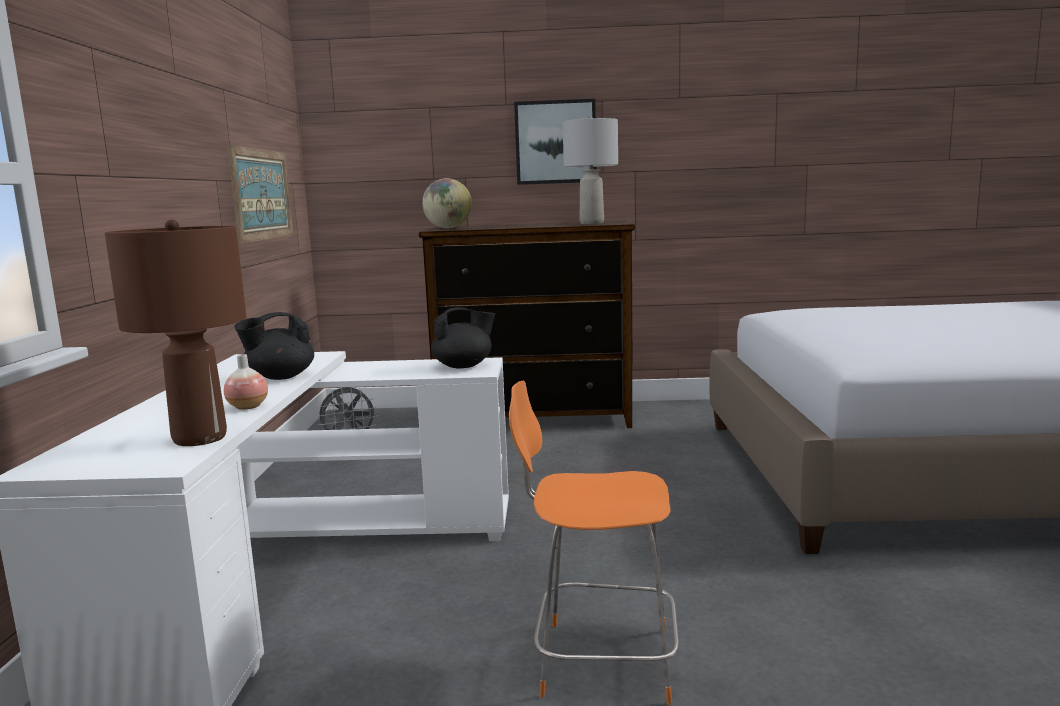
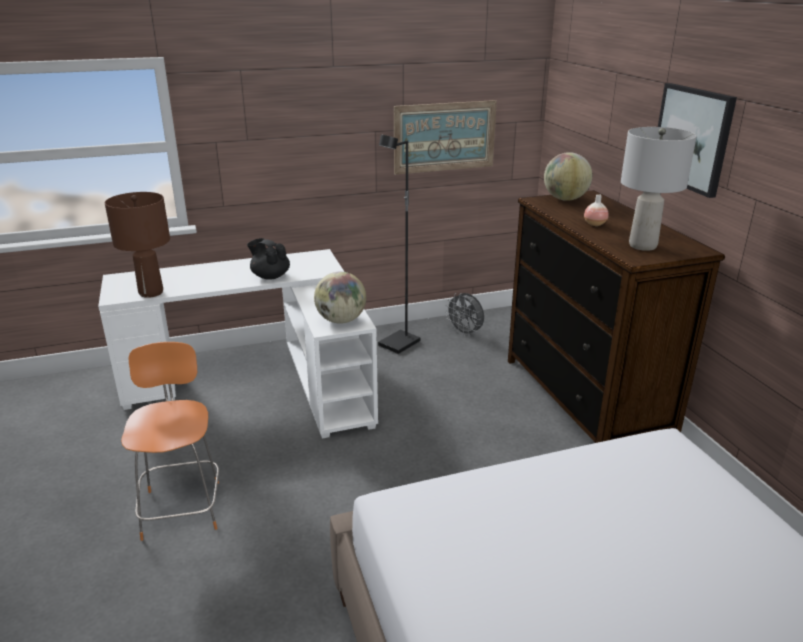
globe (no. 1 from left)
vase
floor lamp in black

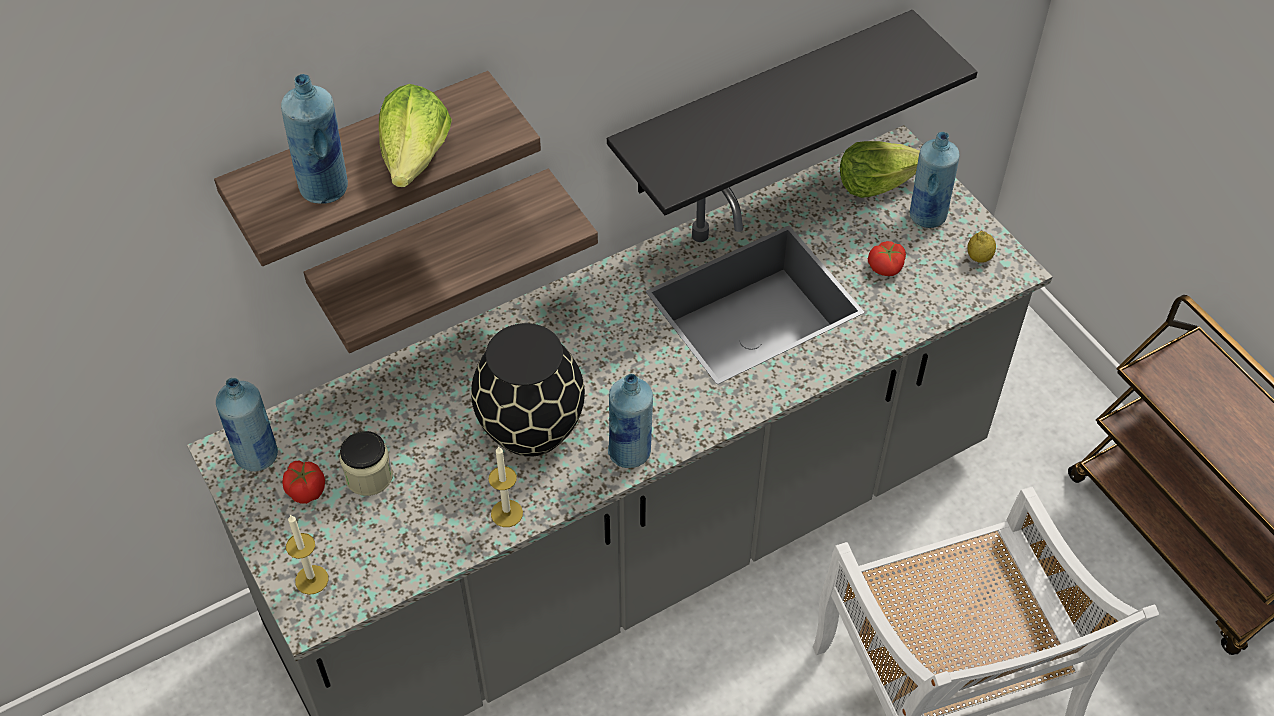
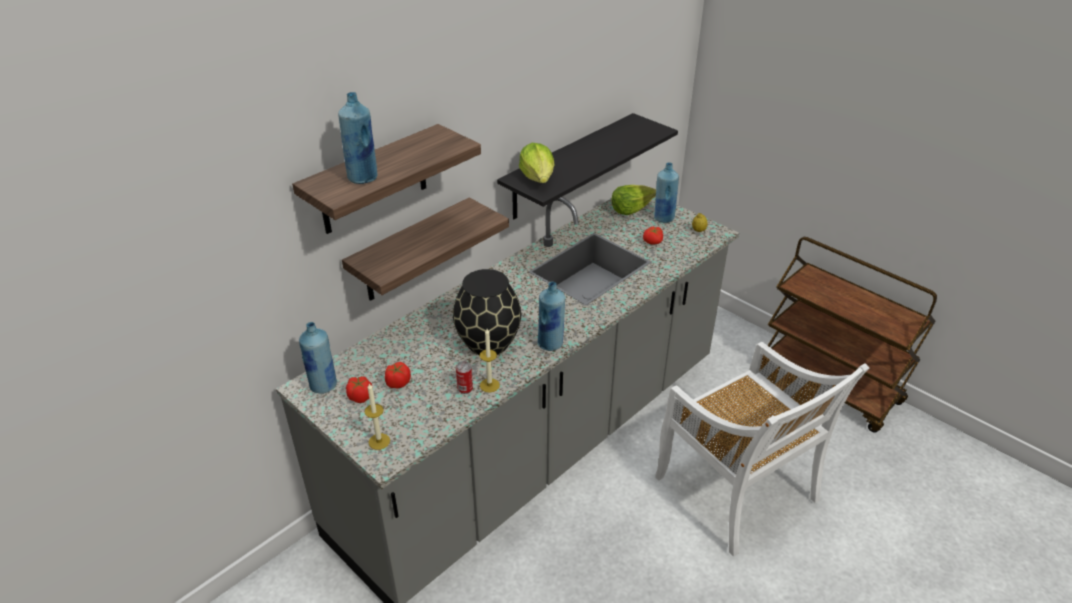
lettuce (no. 1 from left)
tomato (no. 2 from left)
can

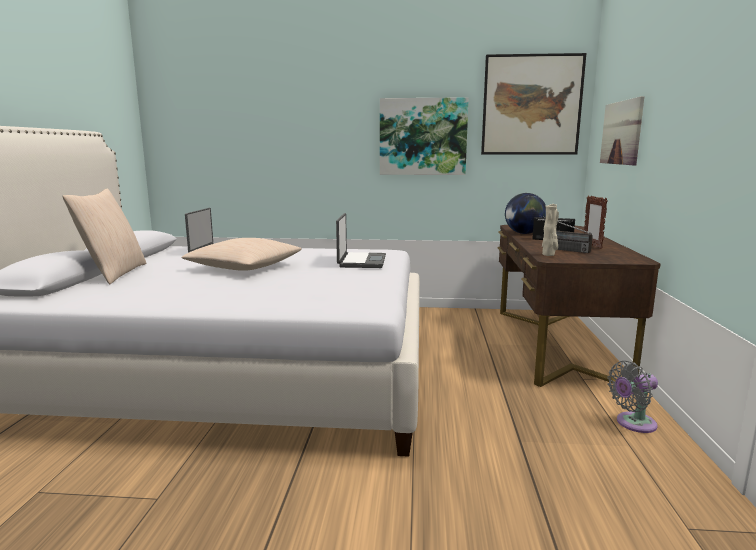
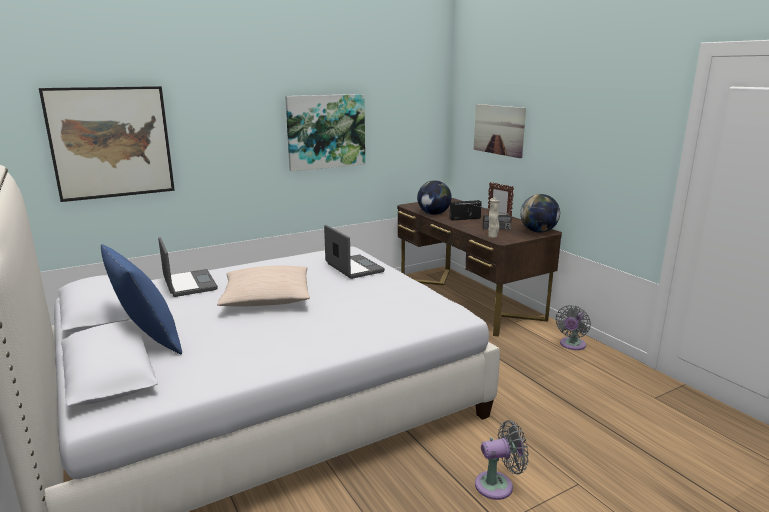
picture (no. 1 from left)
pillow in blue
globe (no. 2 from left)
fan in grey (no. 1 from left)

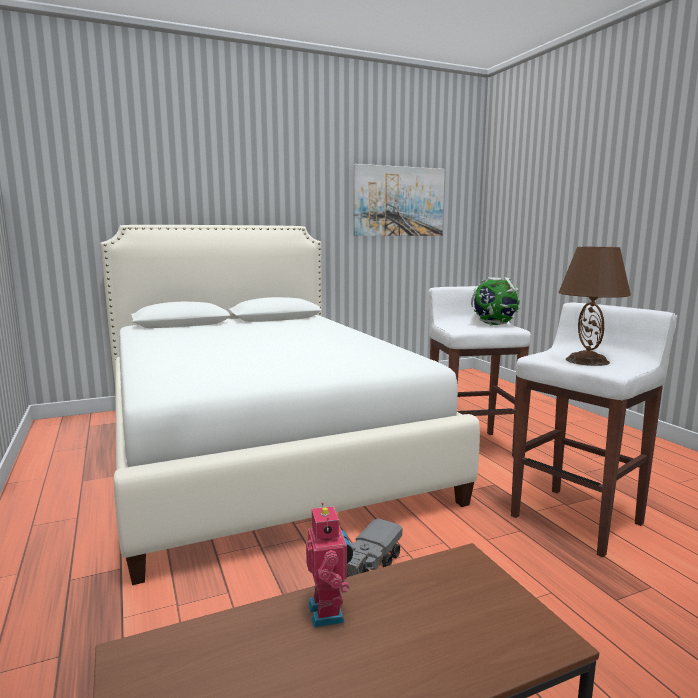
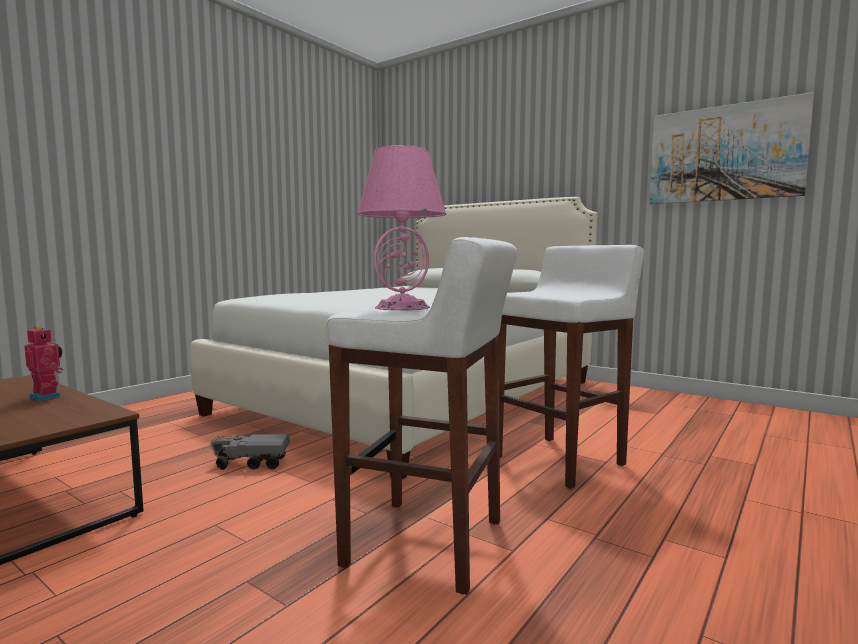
table lamp in pink
globe
toy robot

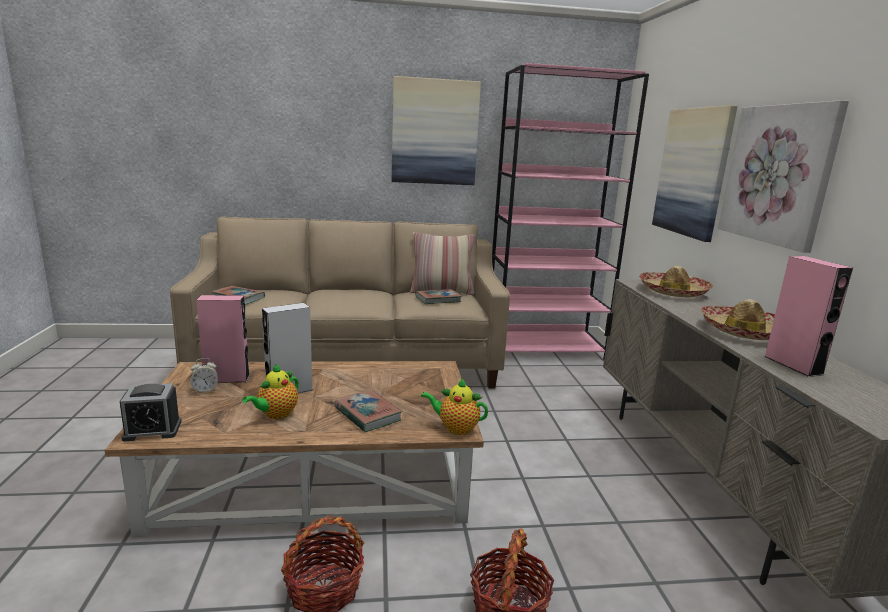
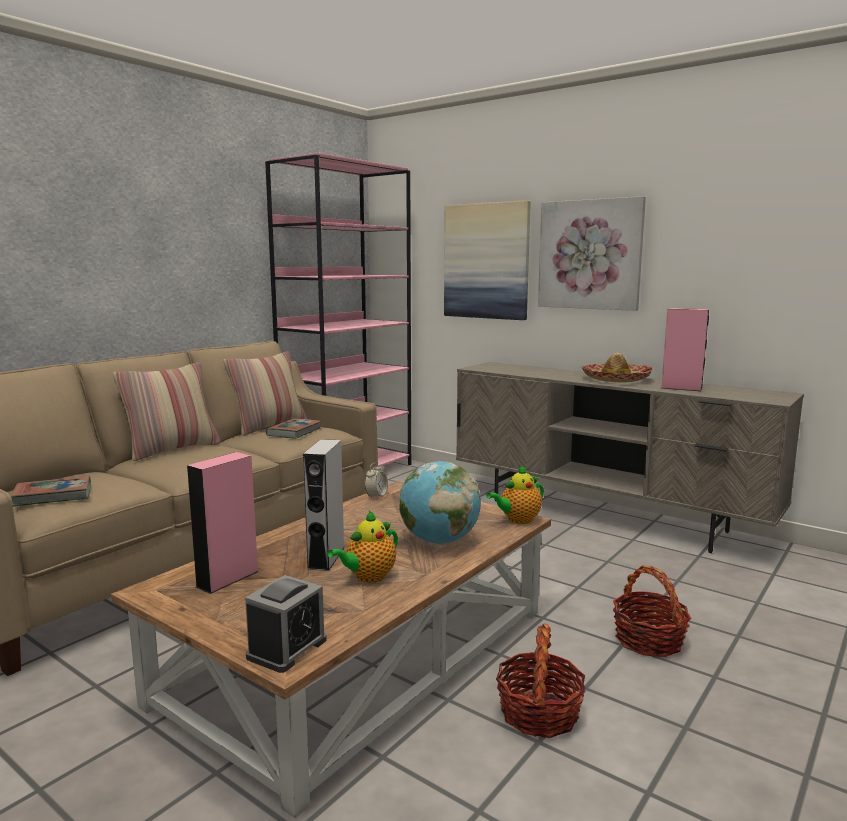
picture (no. 1 from left in the first image)
hat (no. 1 from left in the first image)
alarm clock (no. 2 from left)
teapot (no. 1 from left)
globe
pillow (no. 1 from left)

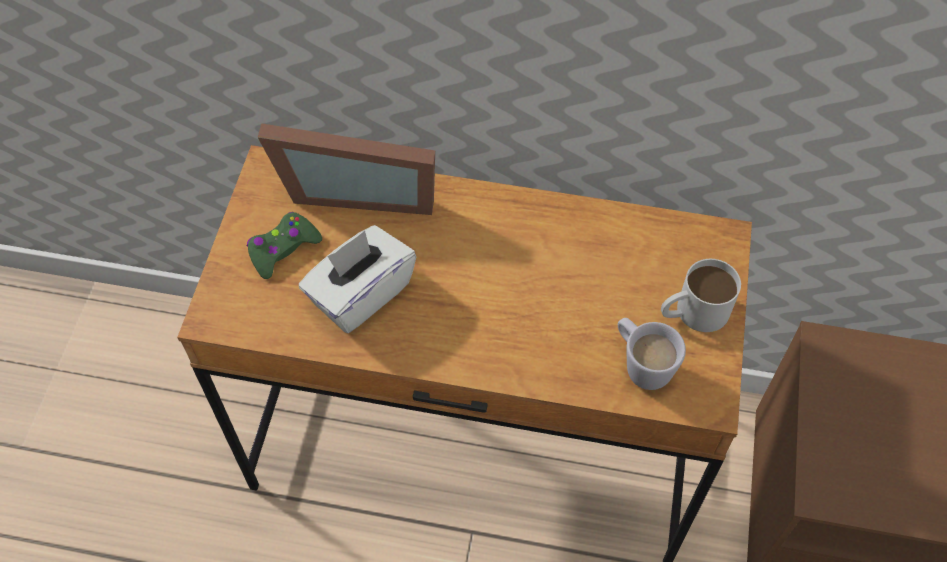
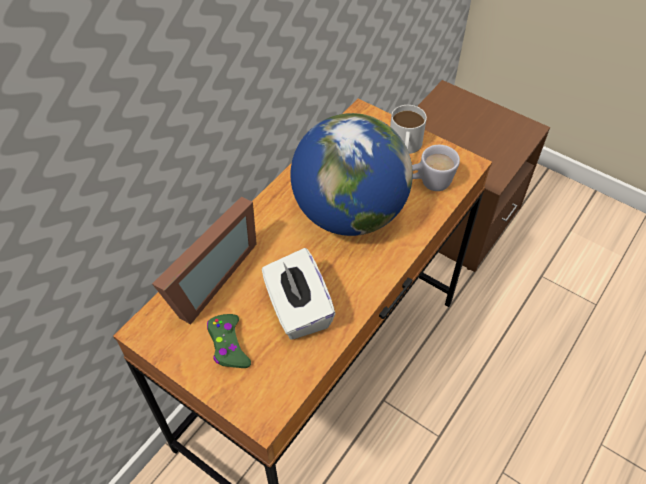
globe

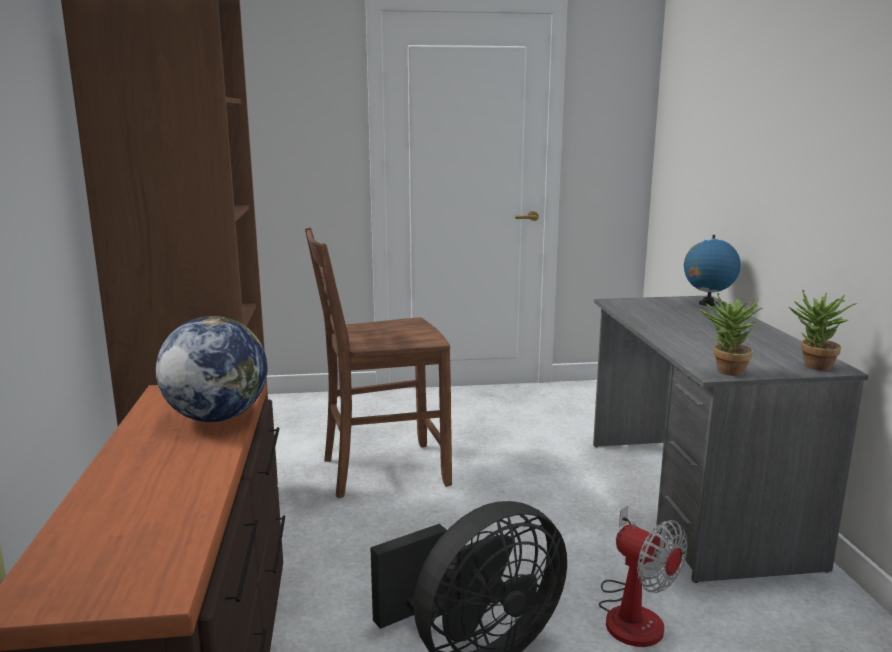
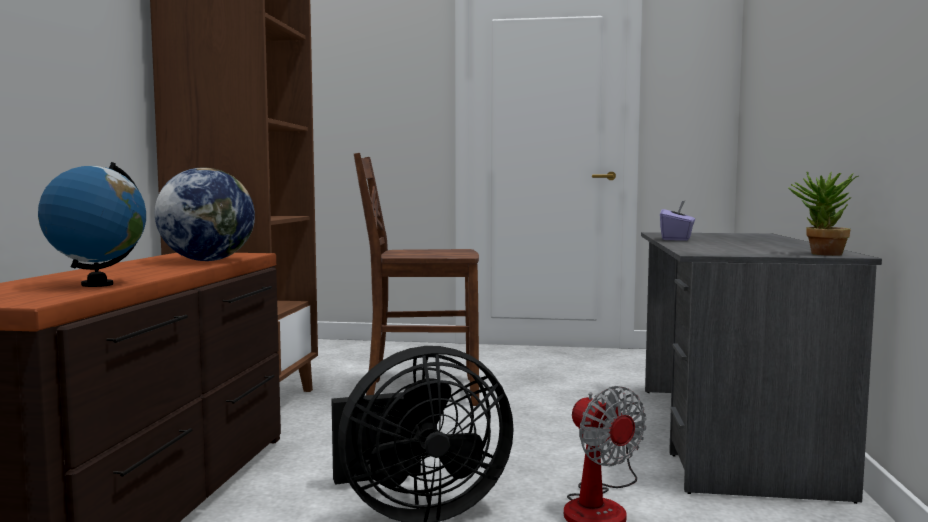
globe (no. 1 from left)
potted plant (no. 1 from left in the first image)
tissue box in purple

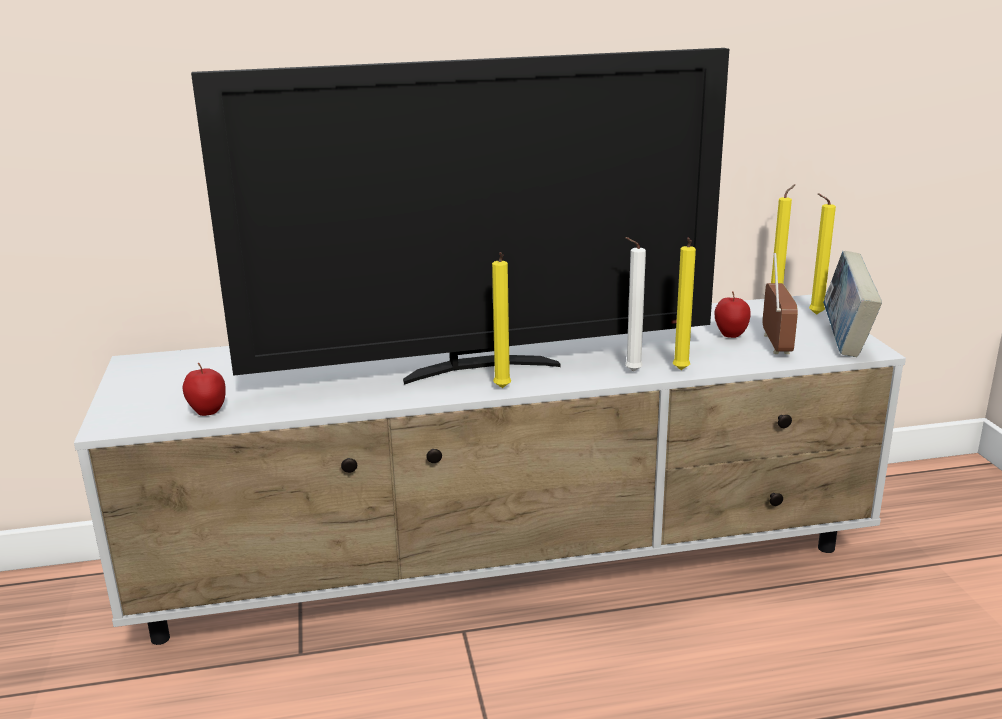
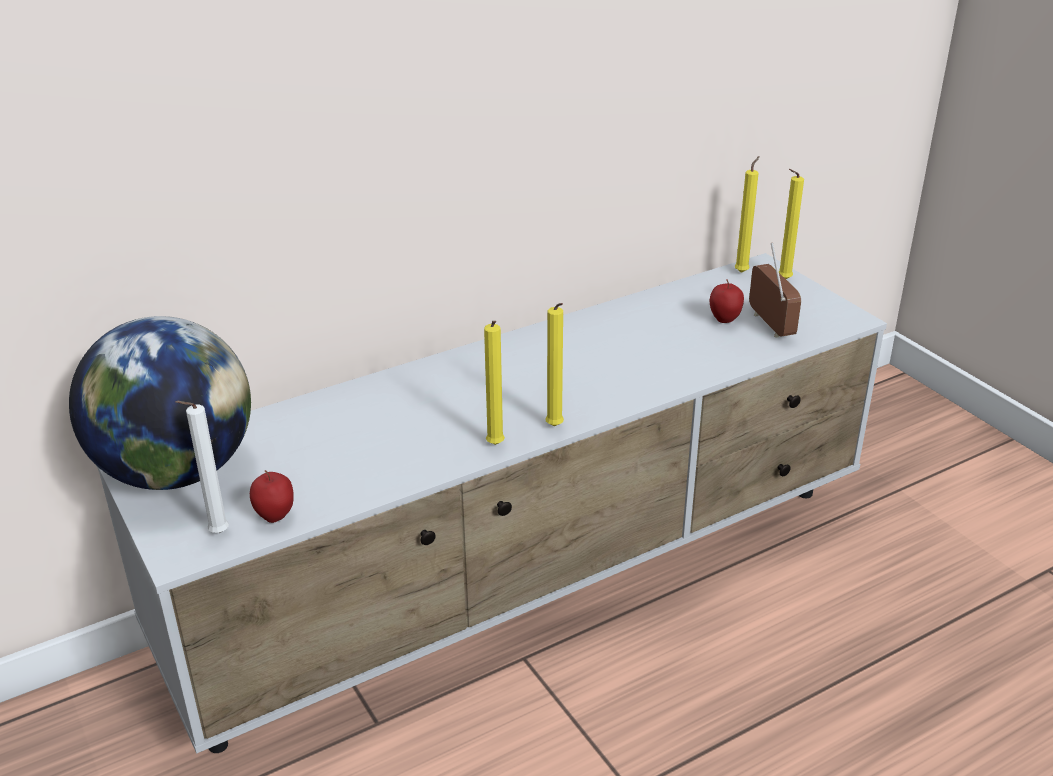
television
candle in white
candle in yellow (no. 1 from left)
book
globe

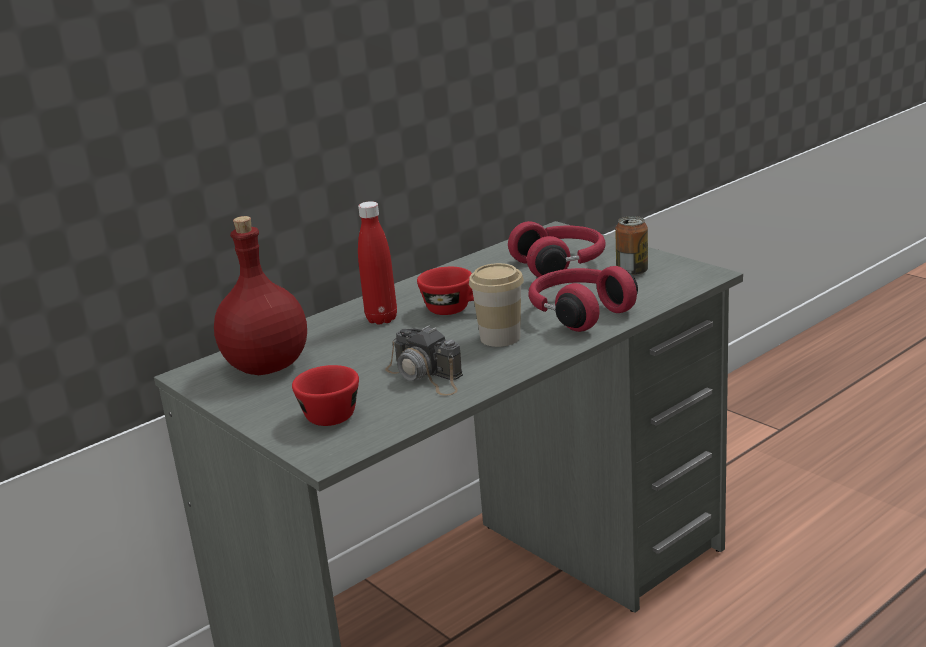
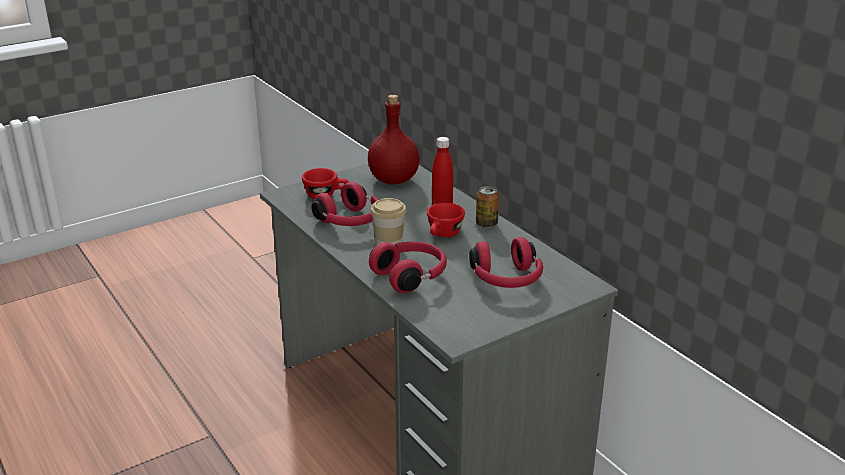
can
headphones in red (no. 1 from left)

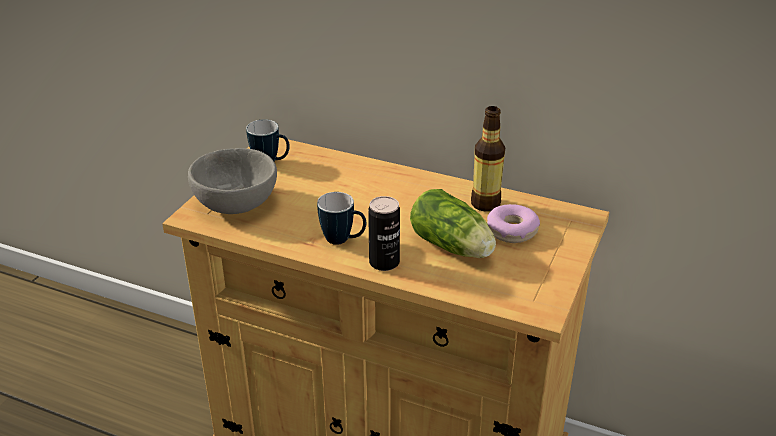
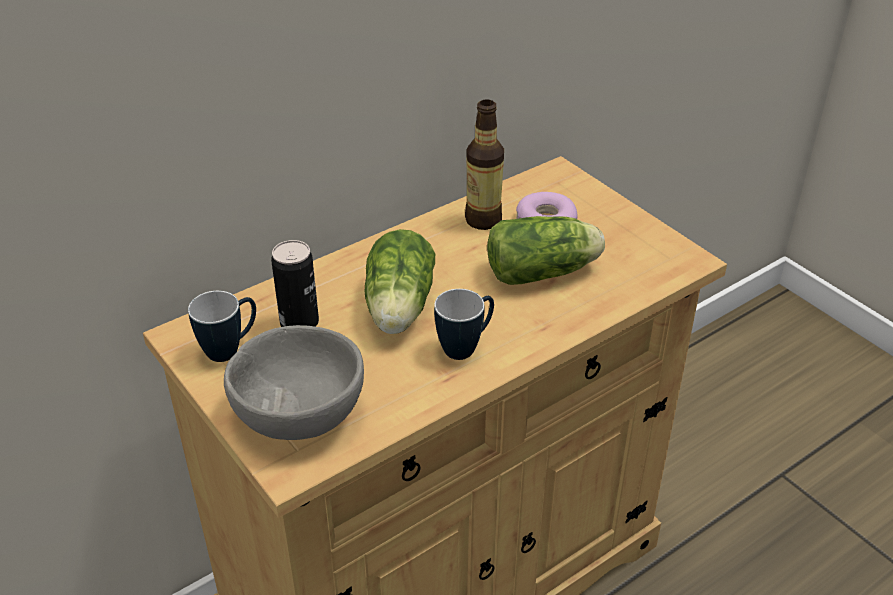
can
lettuce (no. 1 from left)

